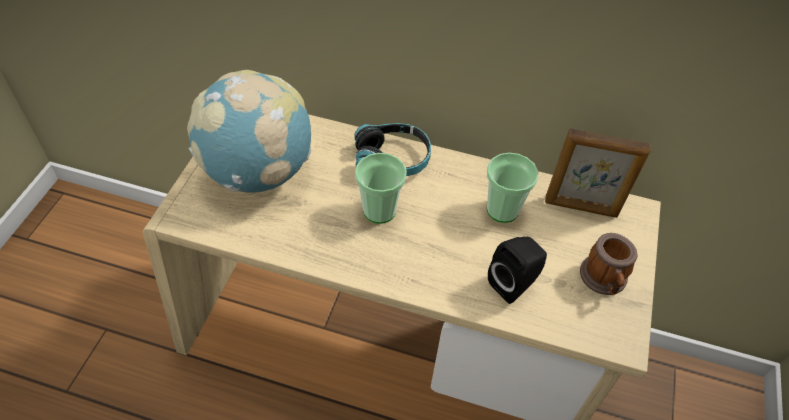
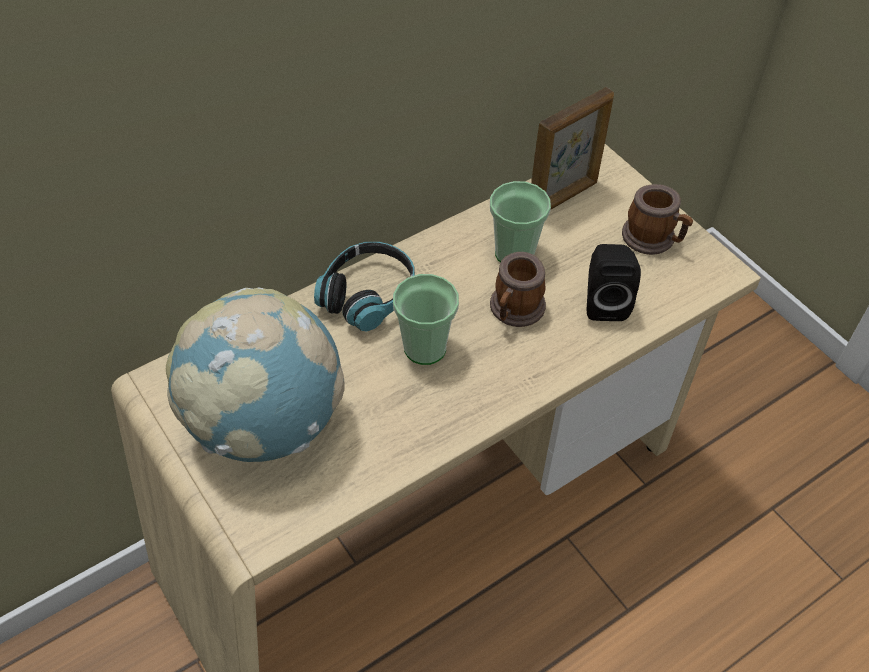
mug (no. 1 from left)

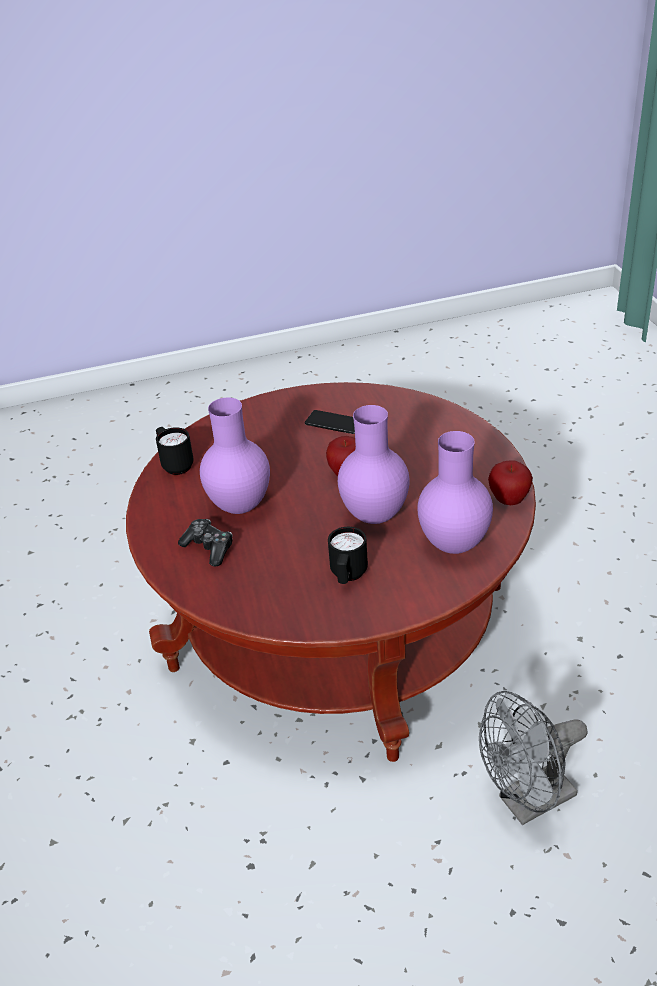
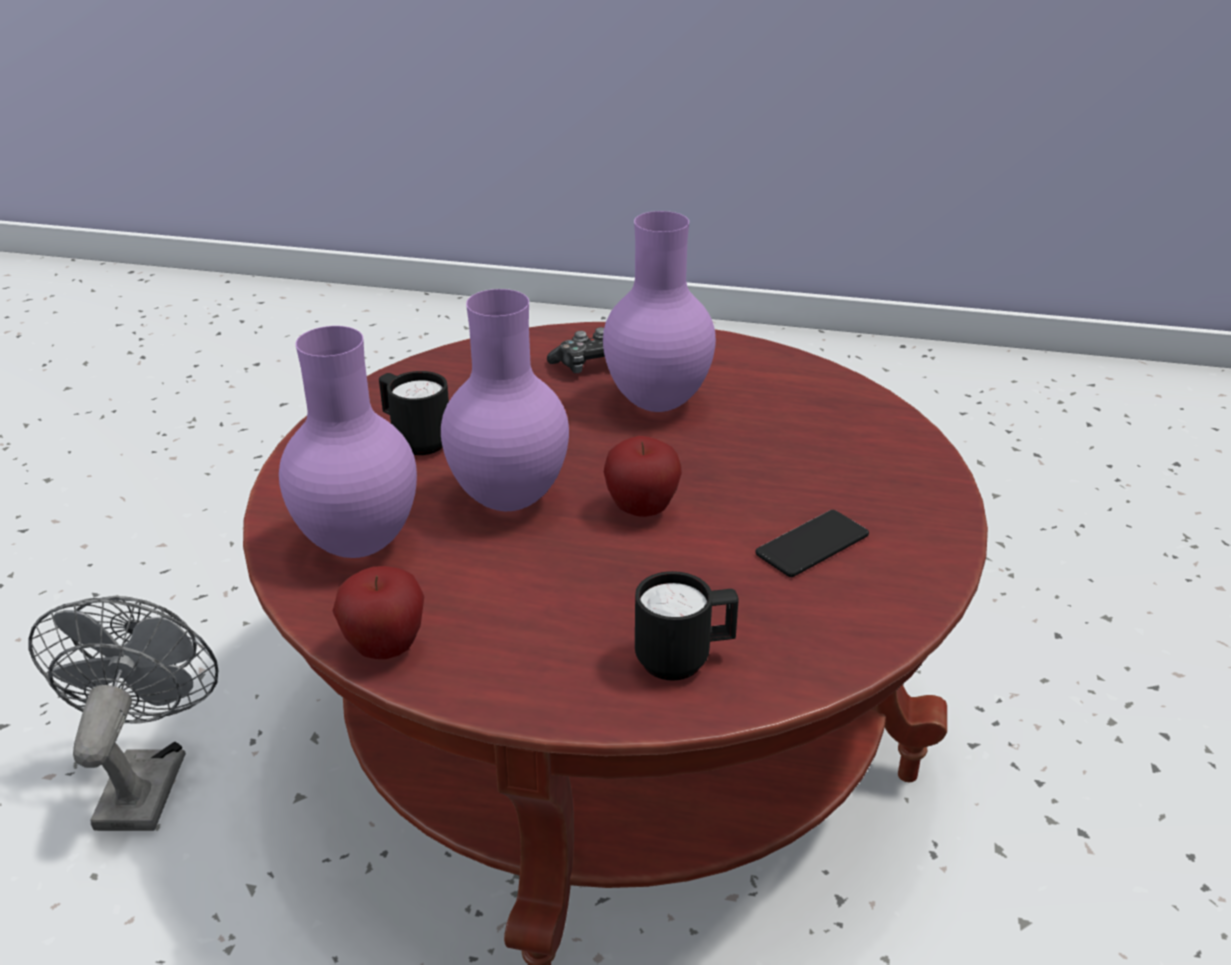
mug in black (no. 2 from left)

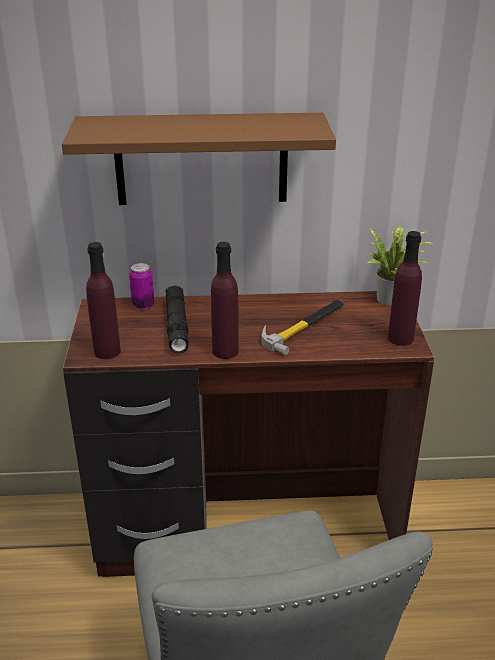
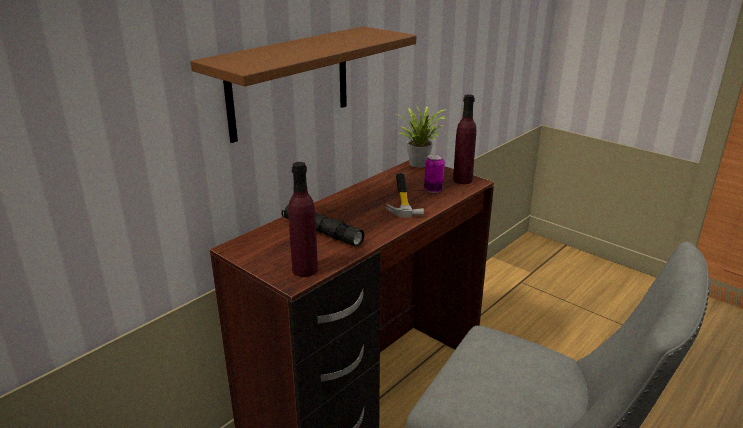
bottle in purple (no. 2 from left in the first image)
can

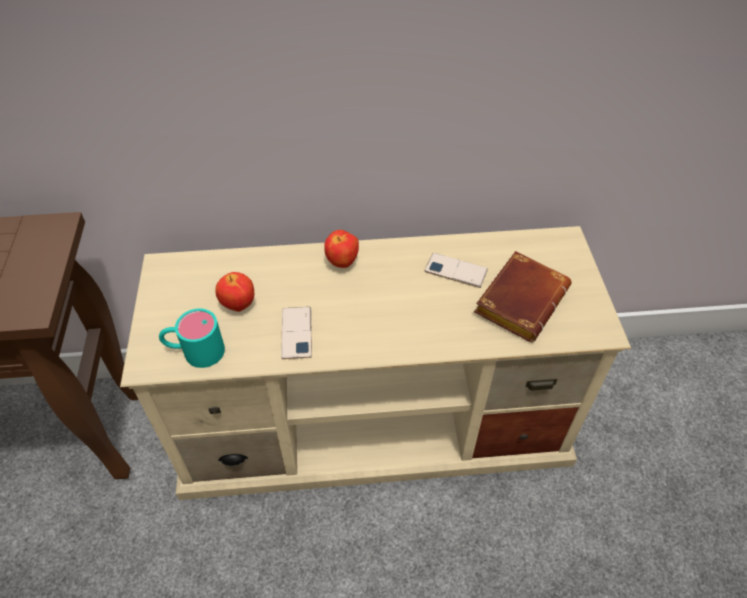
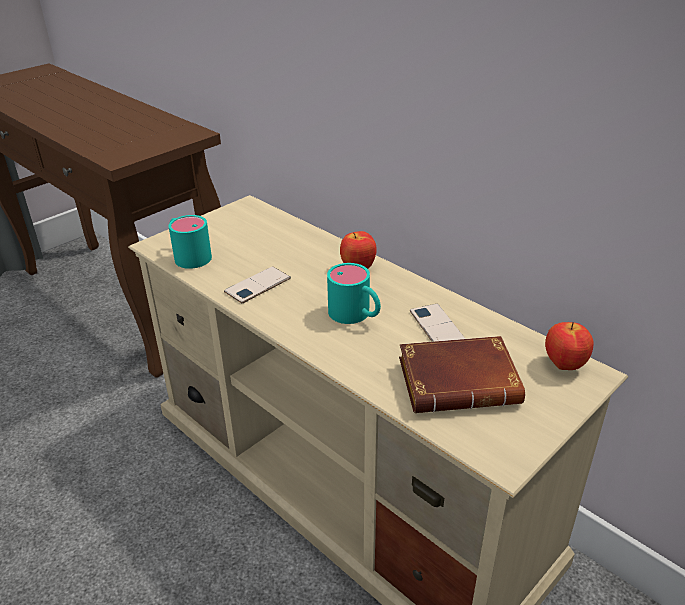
apple (no. 2 from left)
mug in turquoise (no. 2 from left)

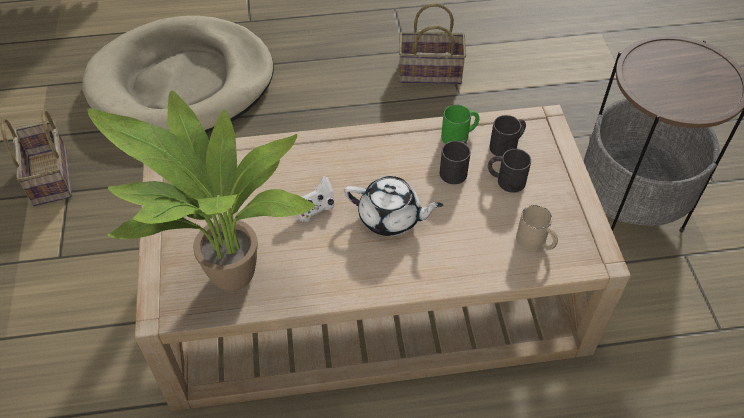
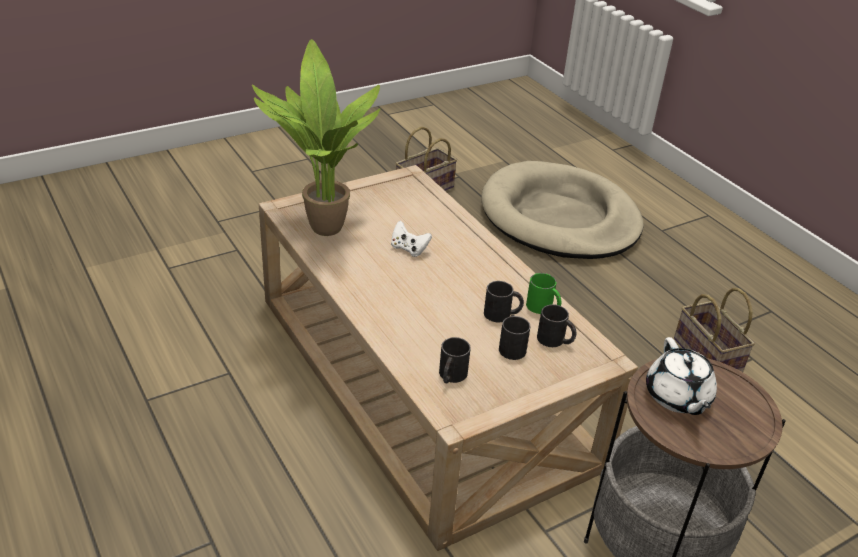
teapot in white
mug in black (no. 1 from left)

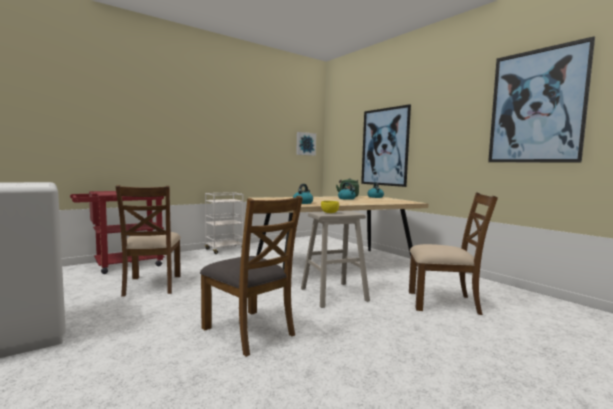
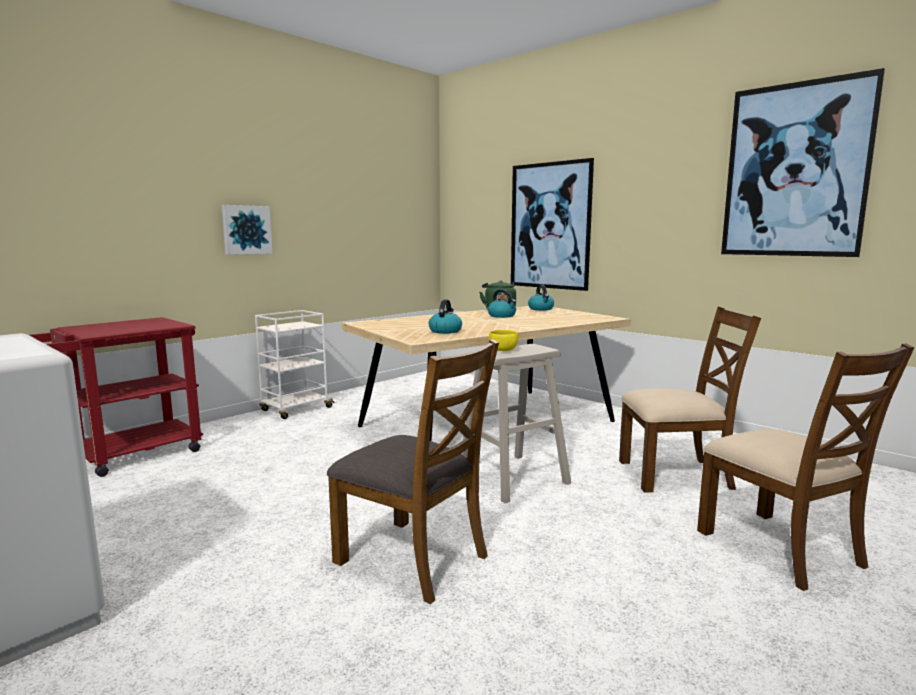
picture (no. 1 from left)
chair in brown (no. 3 from left)

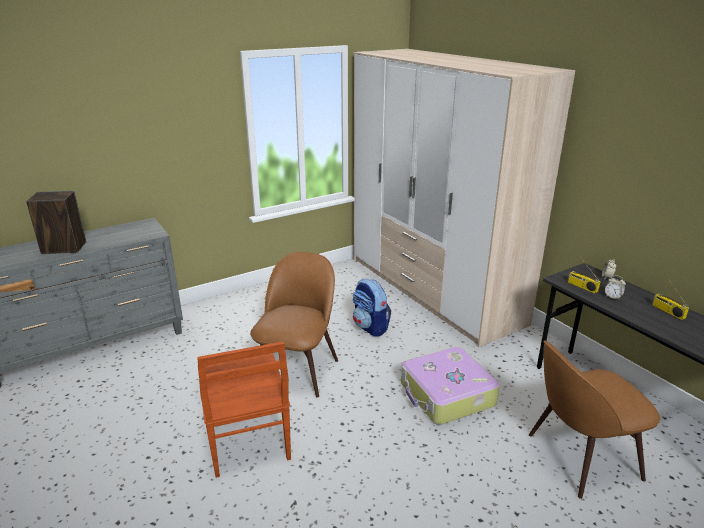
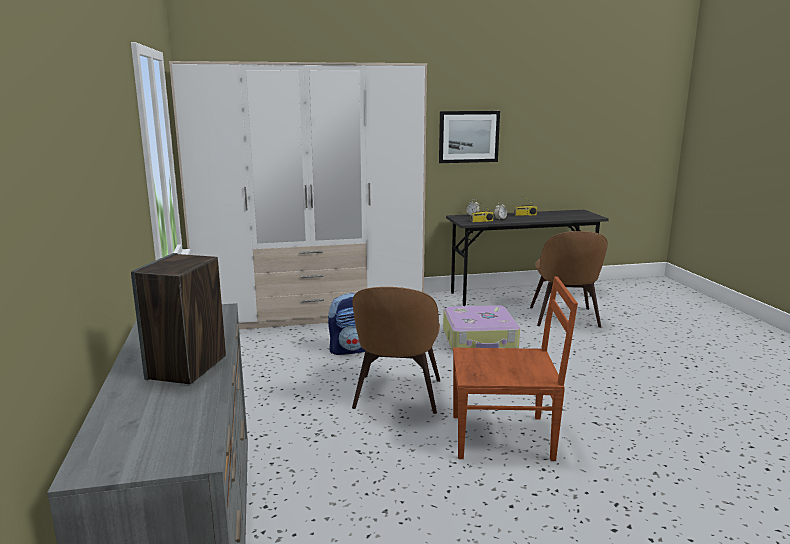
chair in brown (no. 1 from left)
picture

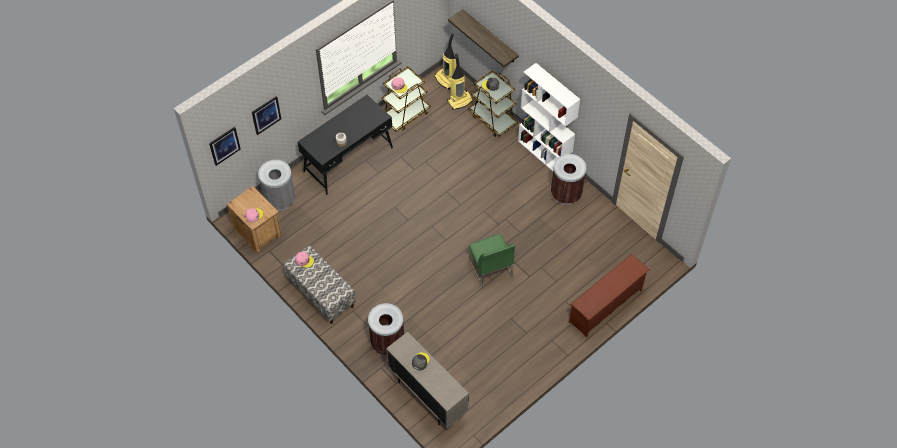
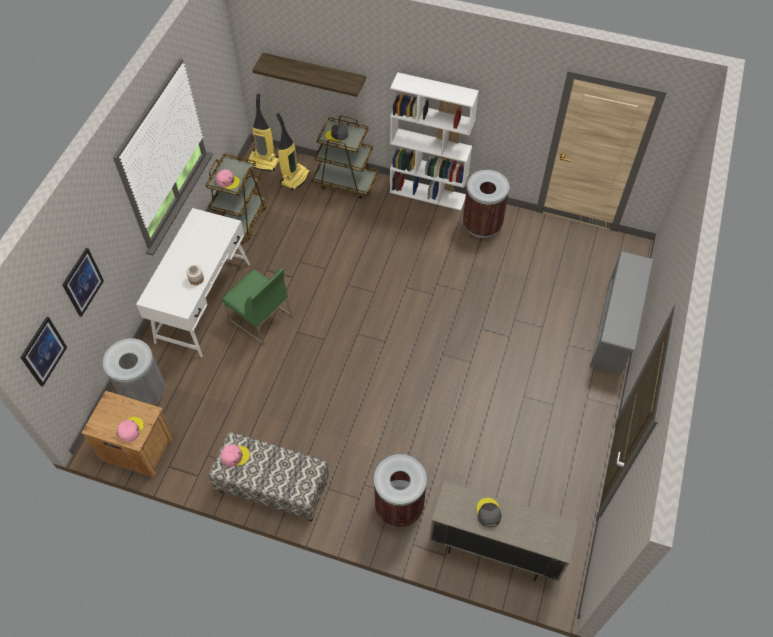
desk in white
chair in green
shoe rack in grey

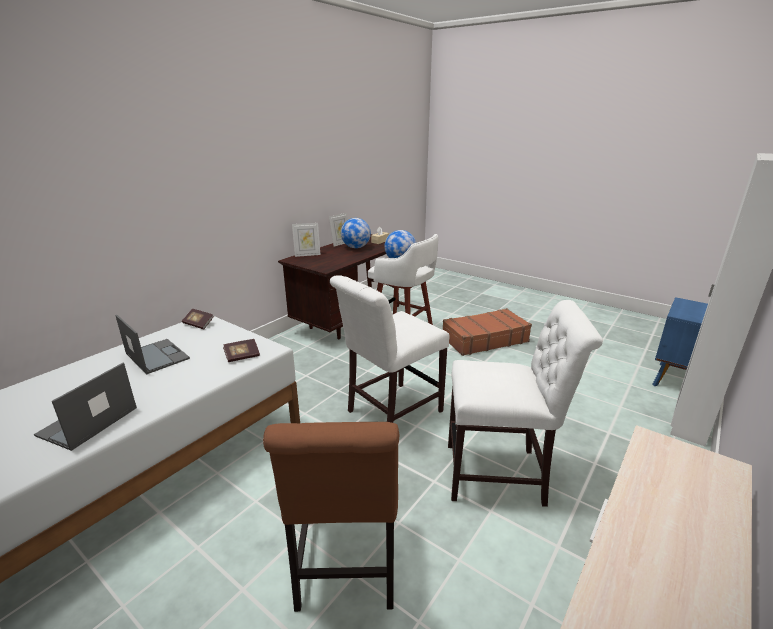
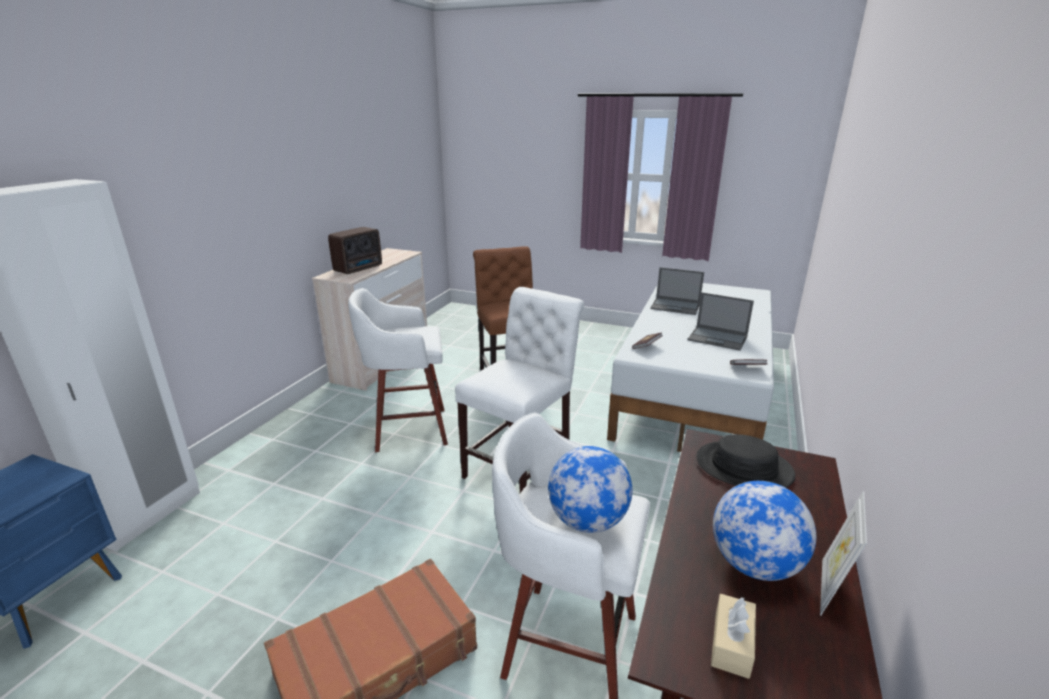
picture frame (no. 1 from left in the first image)
stool in white (no. 1 from left)
laptop (no. 1 from left)
radio
hat in black

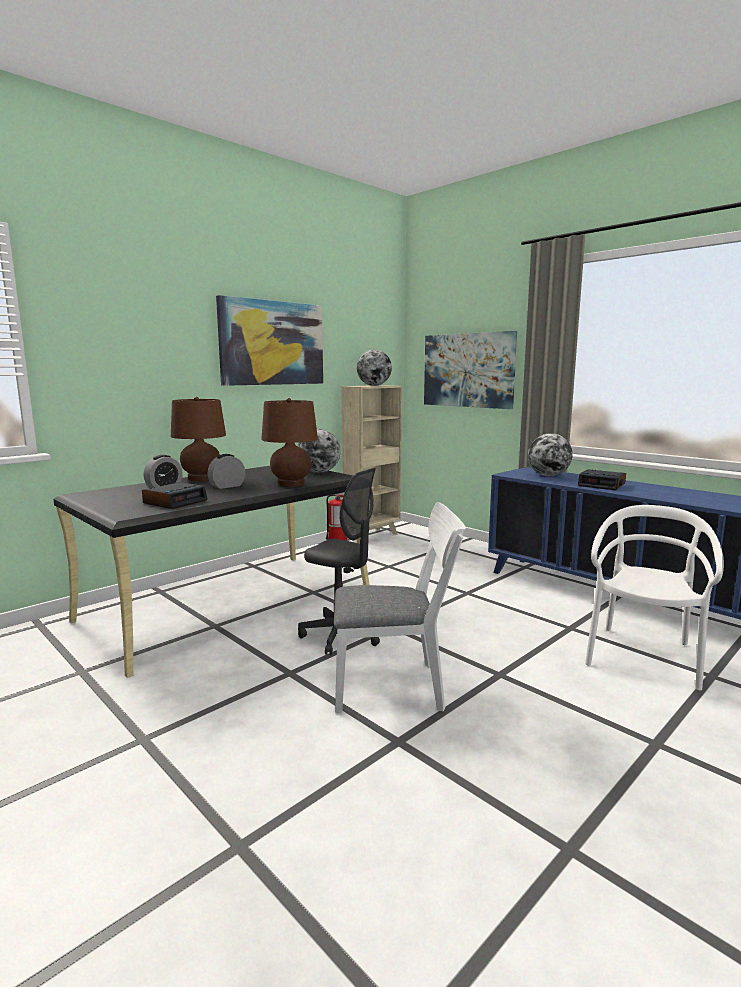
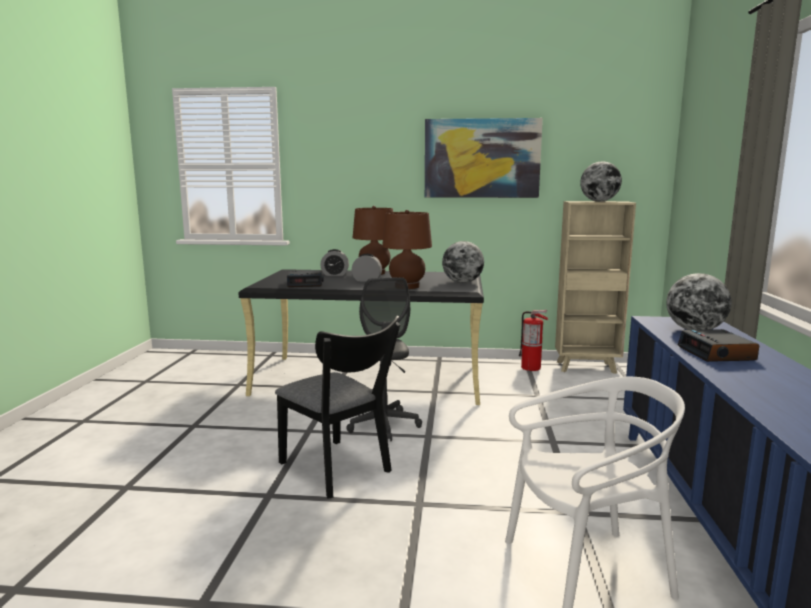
picture (no. 2 from left in the first image)
chair in black

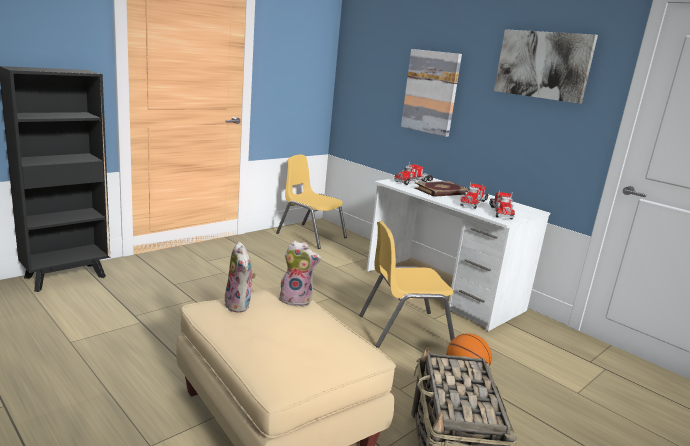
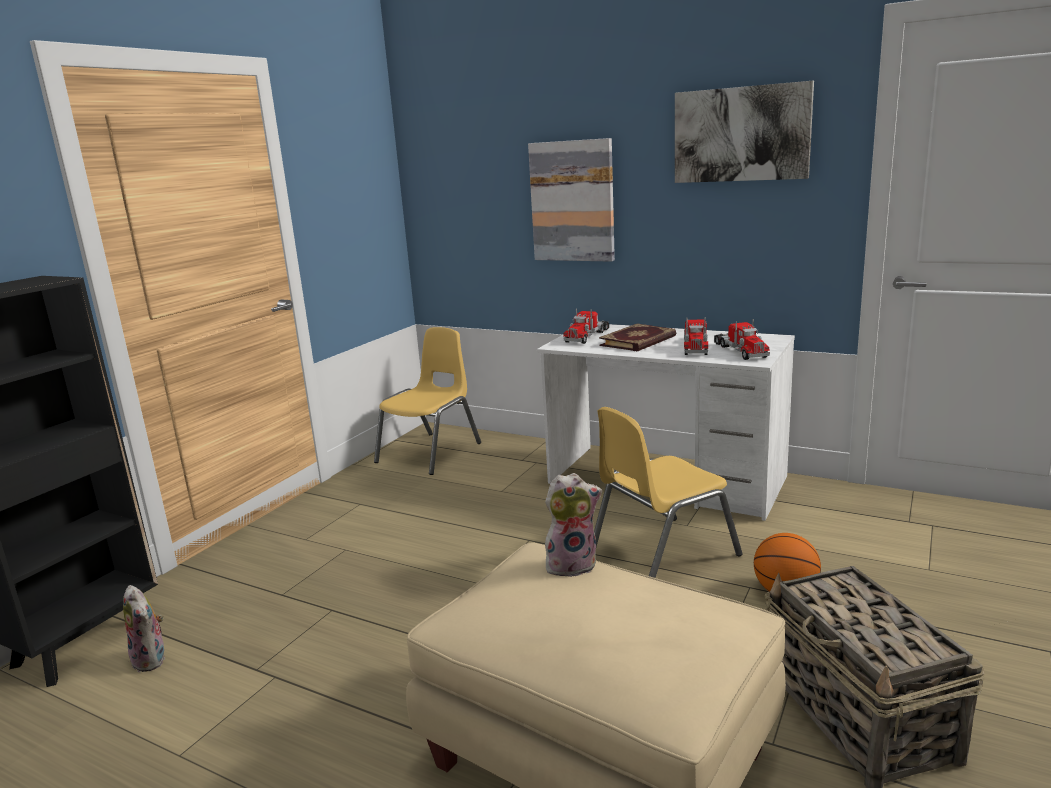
chair in yellow (no. 1 from left)
plush toy (no. 1 from left)

